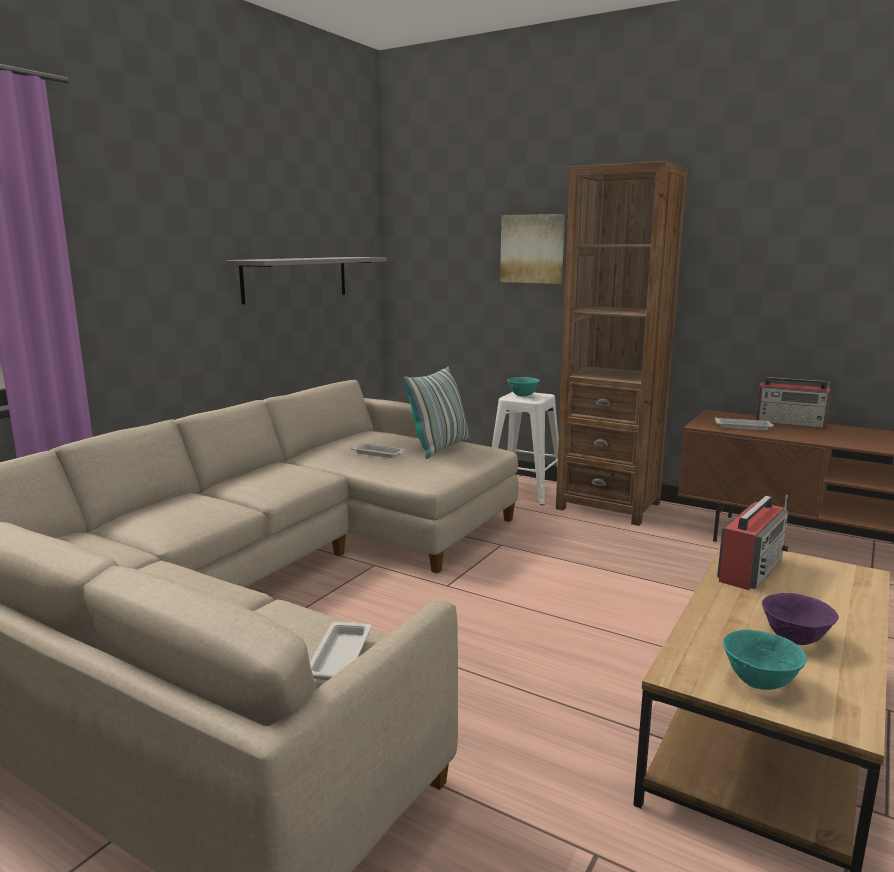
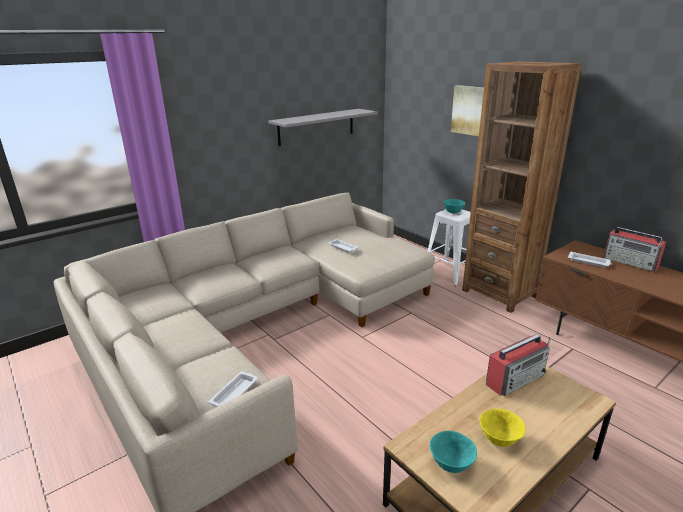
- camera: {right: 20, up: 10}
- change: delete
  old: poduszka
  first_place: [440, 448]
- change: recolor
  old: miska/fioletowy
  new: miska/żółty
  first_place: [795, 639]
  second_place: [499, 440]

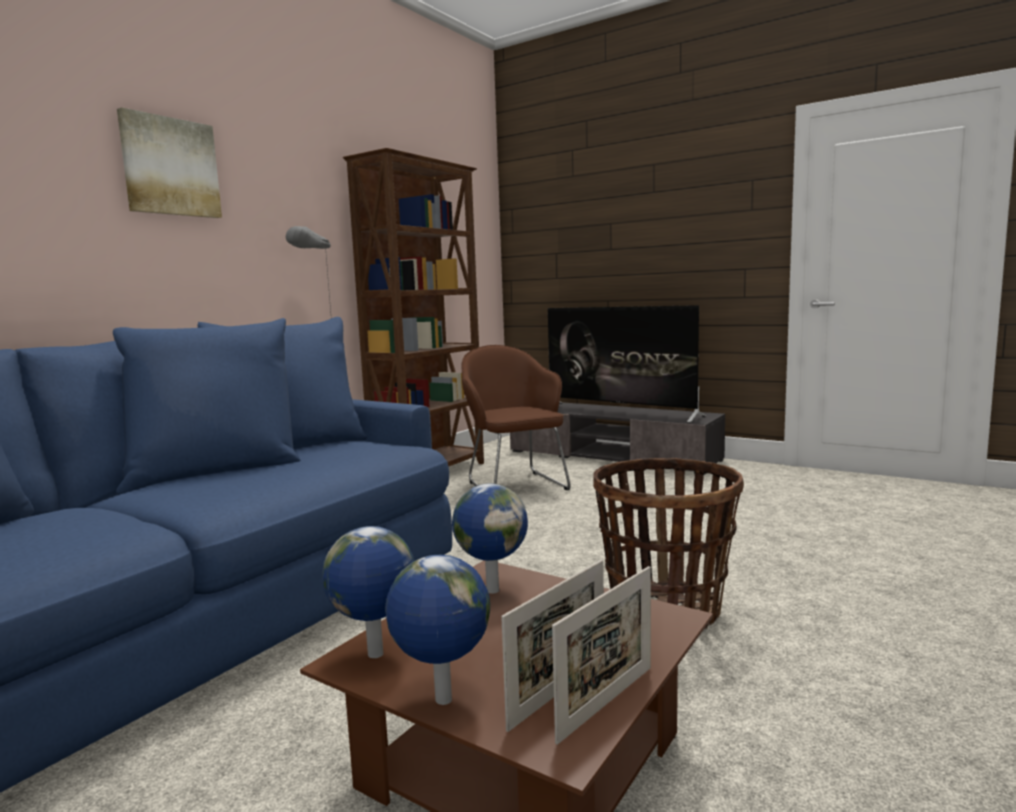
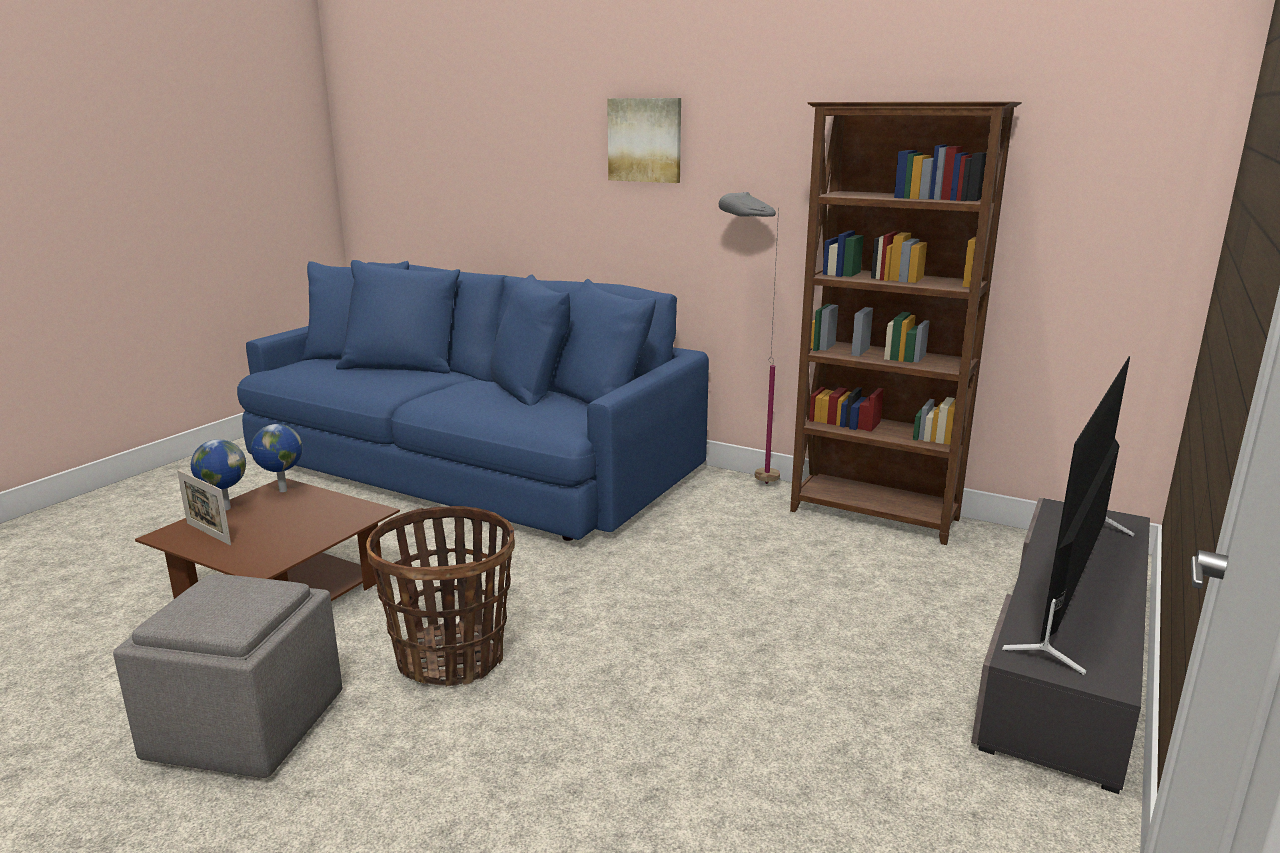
- camera: {right: 85, up: 10}
- change: delete
  old: fotel/brązowy
  first_place: [514, 484]
- change: delete
  old: globus
  first_place: [492, 590]
- change: delete
  old: ramka na zdjęcie
  first_place: [607, 702]
- change: insert
  new: pufa/szary
  second_place: [244, 728]

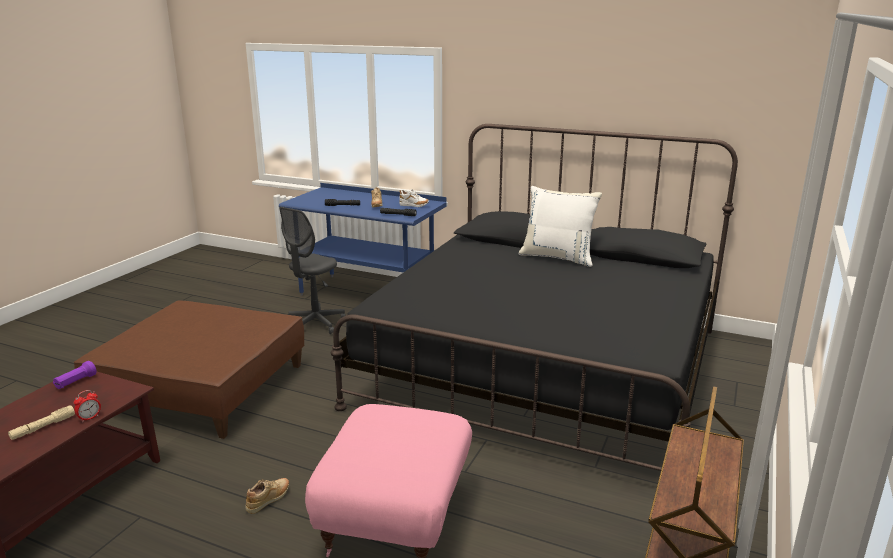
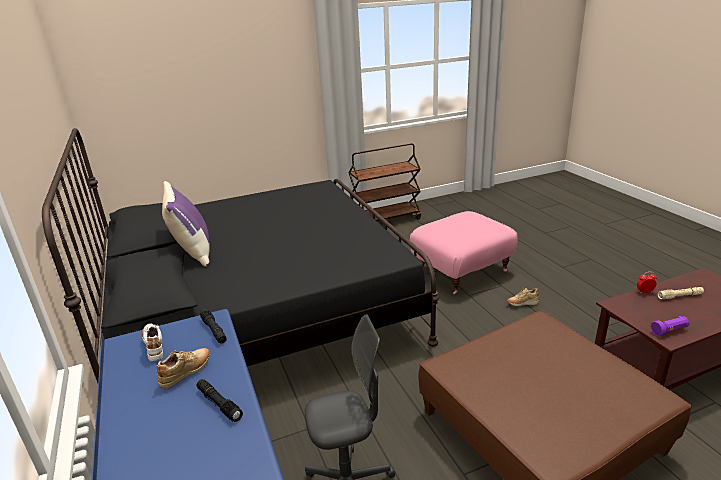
- camera: {right: -135, up: 5}
- change: recolor
  old: poduszka/biały
  new: poduszka/fioletowy
  first_place: [558, 257]
  second_place: [192, 252]

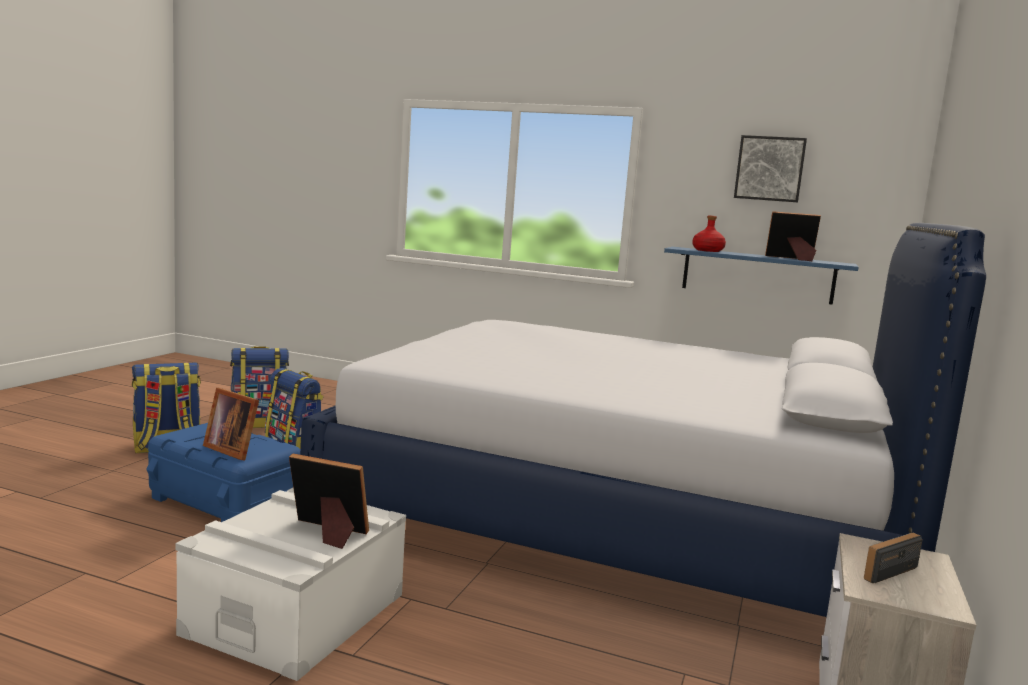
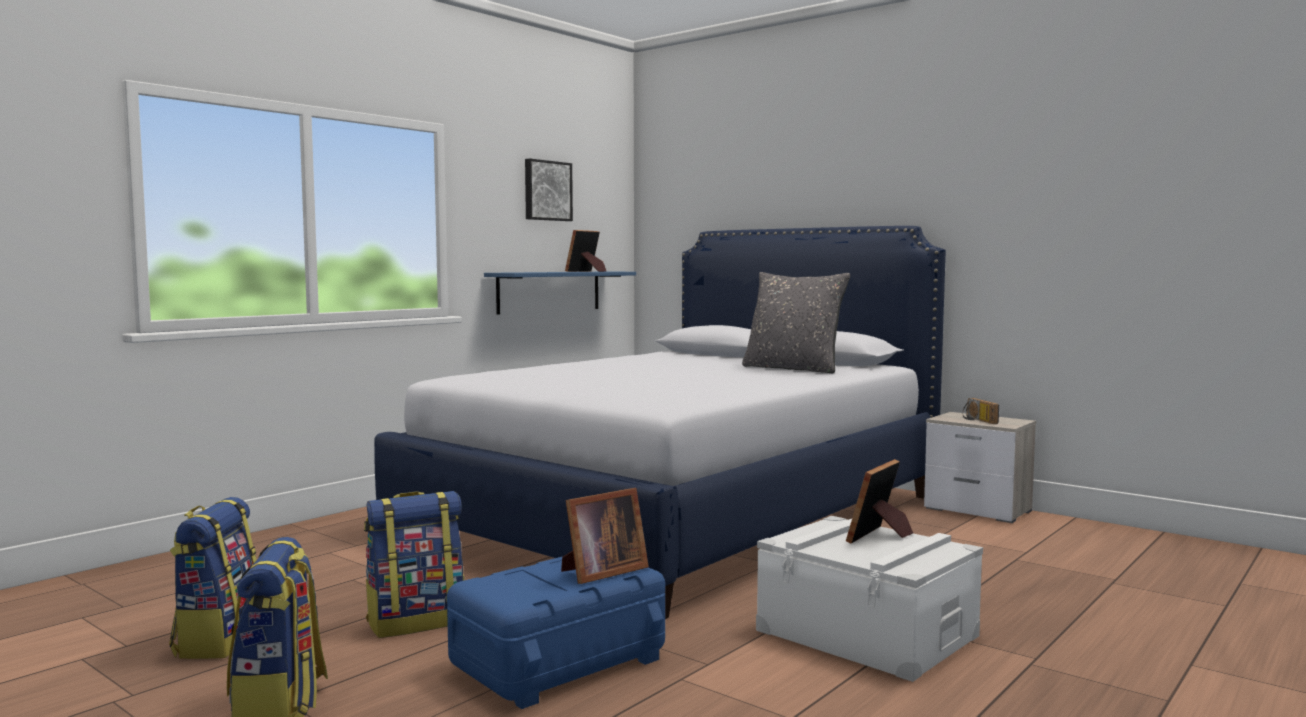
- camera: {right: -70, up: -5}
- change: delete
  old: butelka/czerwony
  first_place: [707, 250]
- change: insert
  new: poduszka/szary
  second_place: [793, 369]

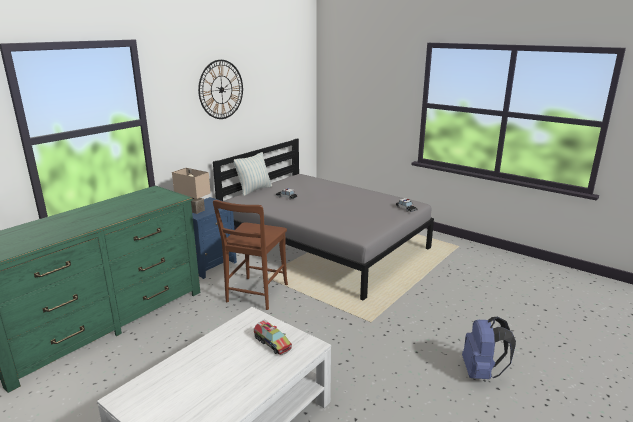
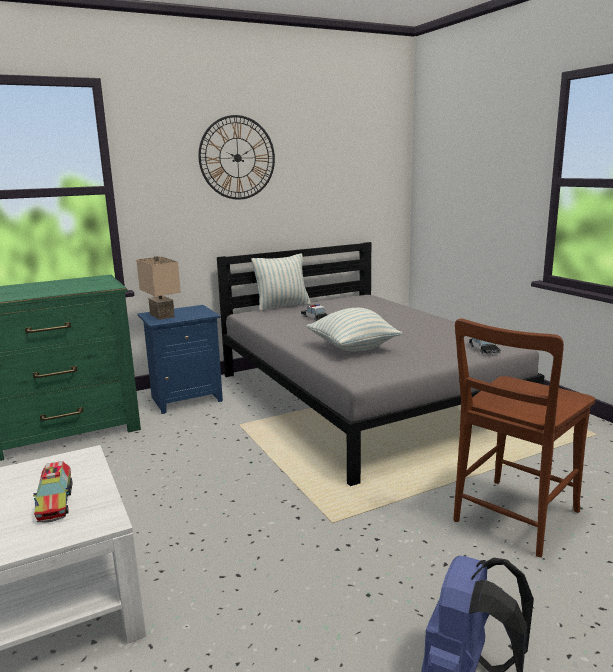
- camera: {right: 25, up: -5}
- change: move
  old: krzesło/brązowy
  first_place: [255, 295]
  second_place: [512, 519]
- change: insert
  new: poduszka
  second_place: [353, 349]

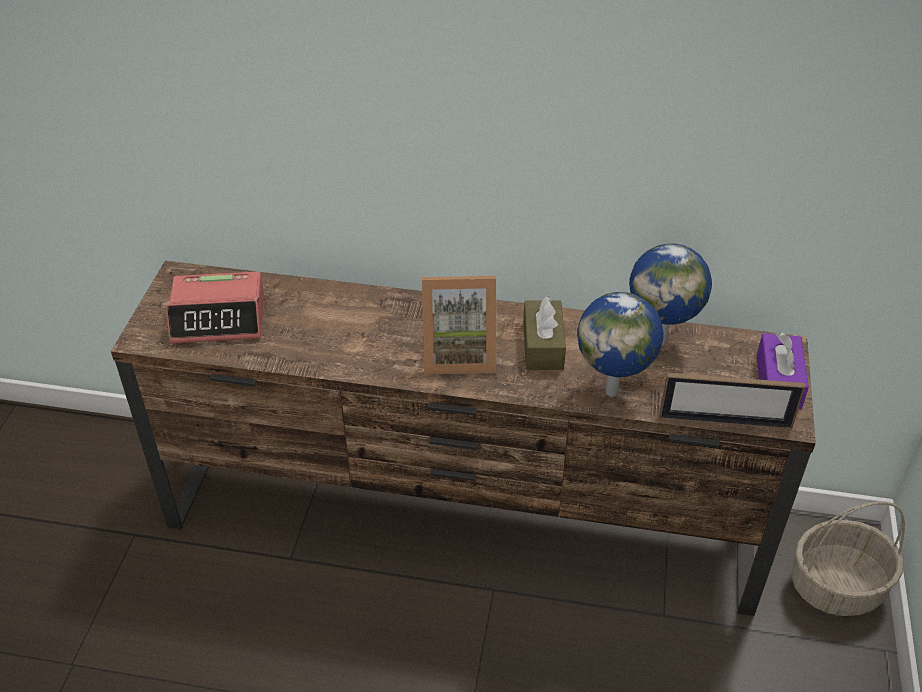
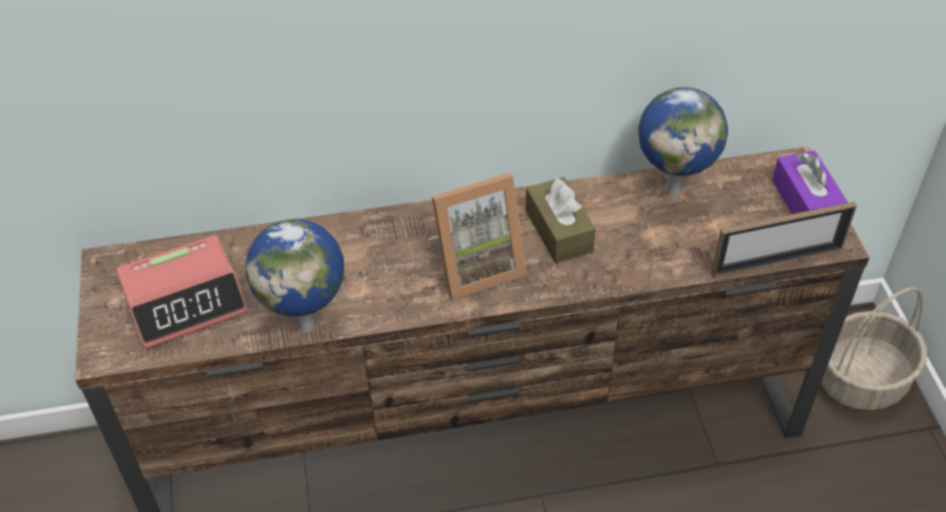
- camera: {right: -20, up: 5}
- change: move
  old: globus
  first_place: [613, 391]
  second_place: [308, 324]

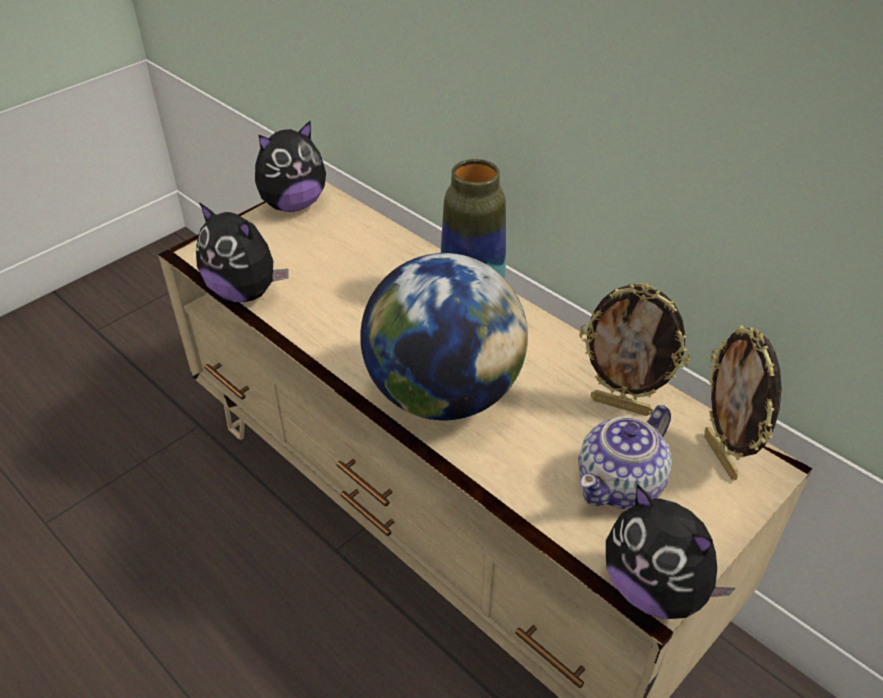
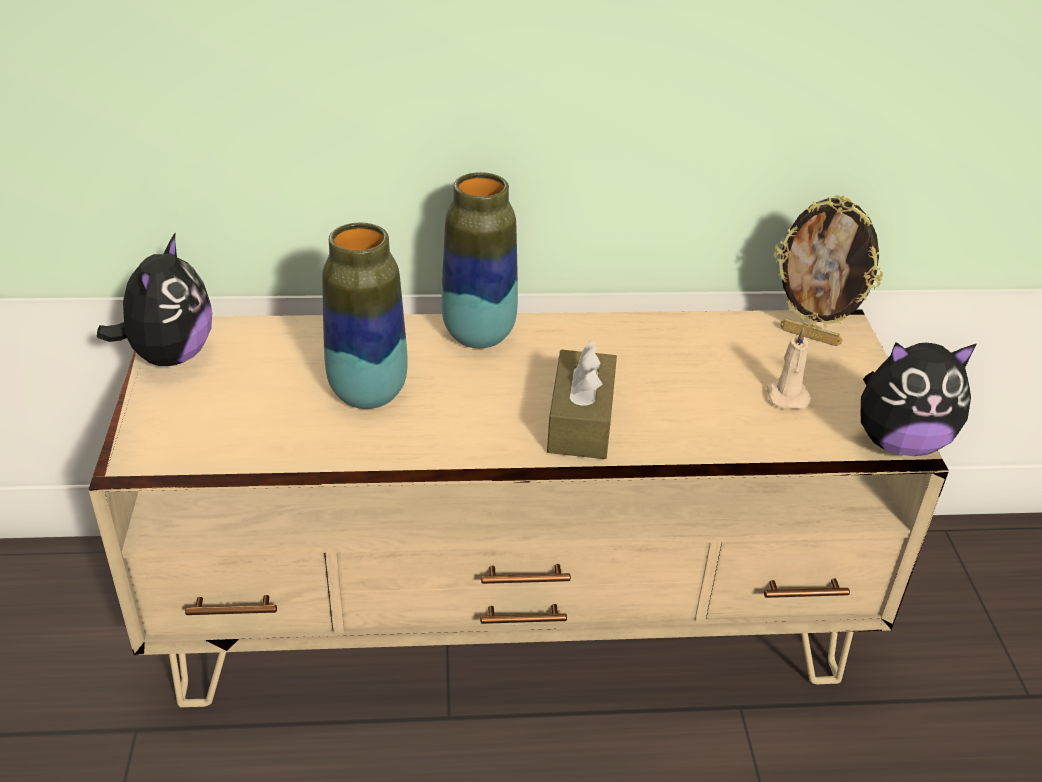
- camera: {right: -50, up: -5}
- change: delete
  old: pluszak
  first_place: [245, 292]
- change: replace
  old: globus
  new: pudełko chusteczek/brązowy
  first_place: [443, 394]
  second_place: [581, 421]
- change: delete
  old: ramka na zdjęcie
  first_place: [621, 405]
- change: replace
  old: imbryk
  new: świeca/beżowy
  first_place: [621, 484]
  second_place: [786, 395]
- change: insert
  new: wazon
  second_place: [368, 393]

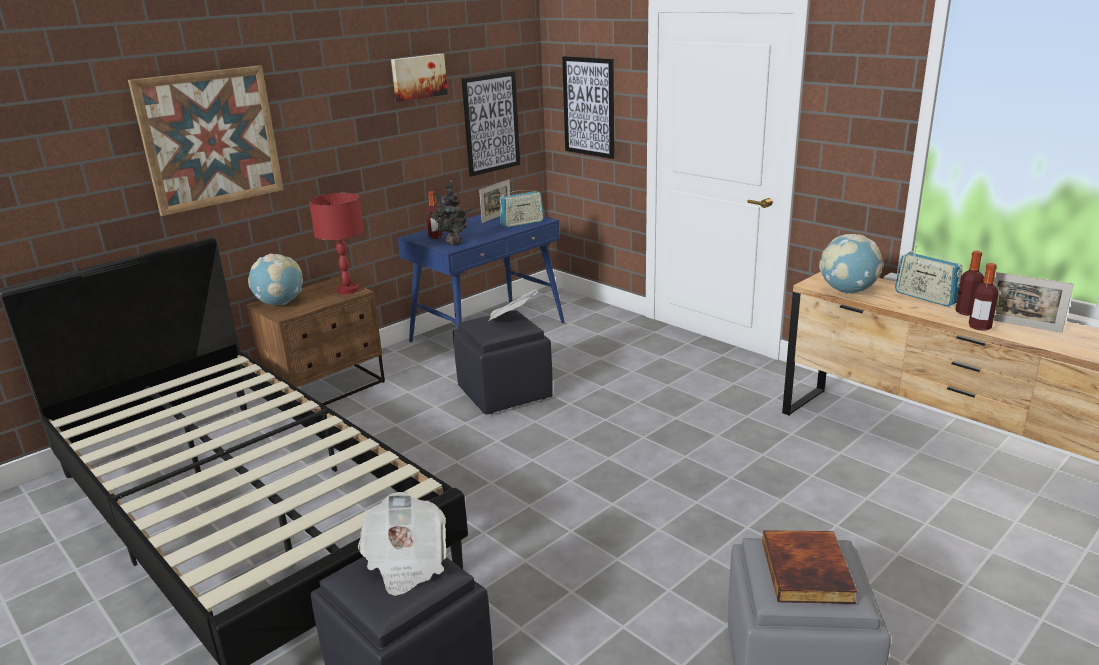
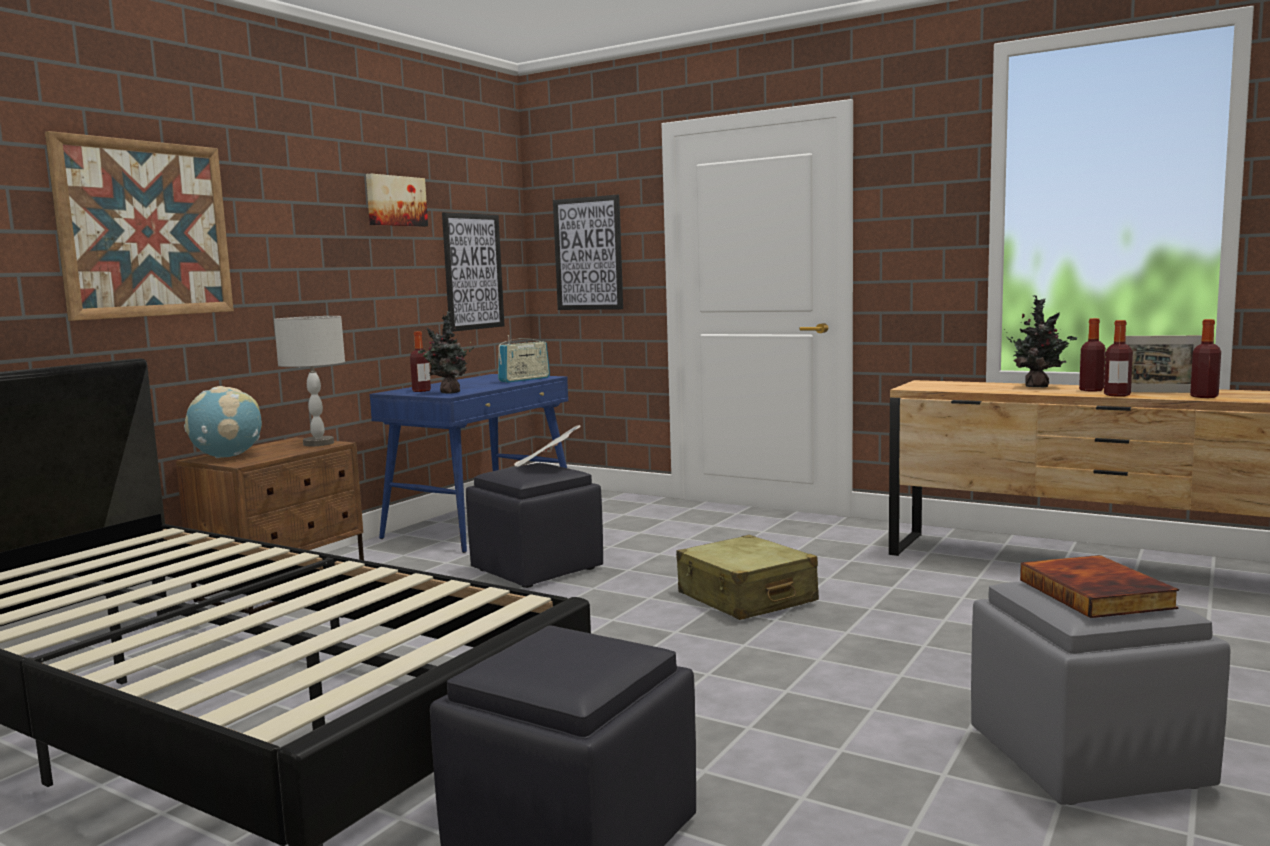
- camera: {right: -15, up: -15}
- change: delete
  old: ramka na zdjęcie
  first_place: [497, 217]
- change: recolor
  old: lampa stołowa/czerwony
  new: lampa stołowa/szary
  first_place: [347, 290]
  second_place: [318, 443]
- change: delete
  old: globus
  first_place: [848, 291]
- change: replace
  old: radio
  new: roślina doniczkowa
  first_place: [925, 297]
  second_place: [1038, 386]
- change: delete
  old: gazeta
  first_place: [406, 563]
- change: insert
  new: butelka
  second_place: [1204, 396]
- change: insert
  new: walizka/beżowy
  second_place: [746, 598]

